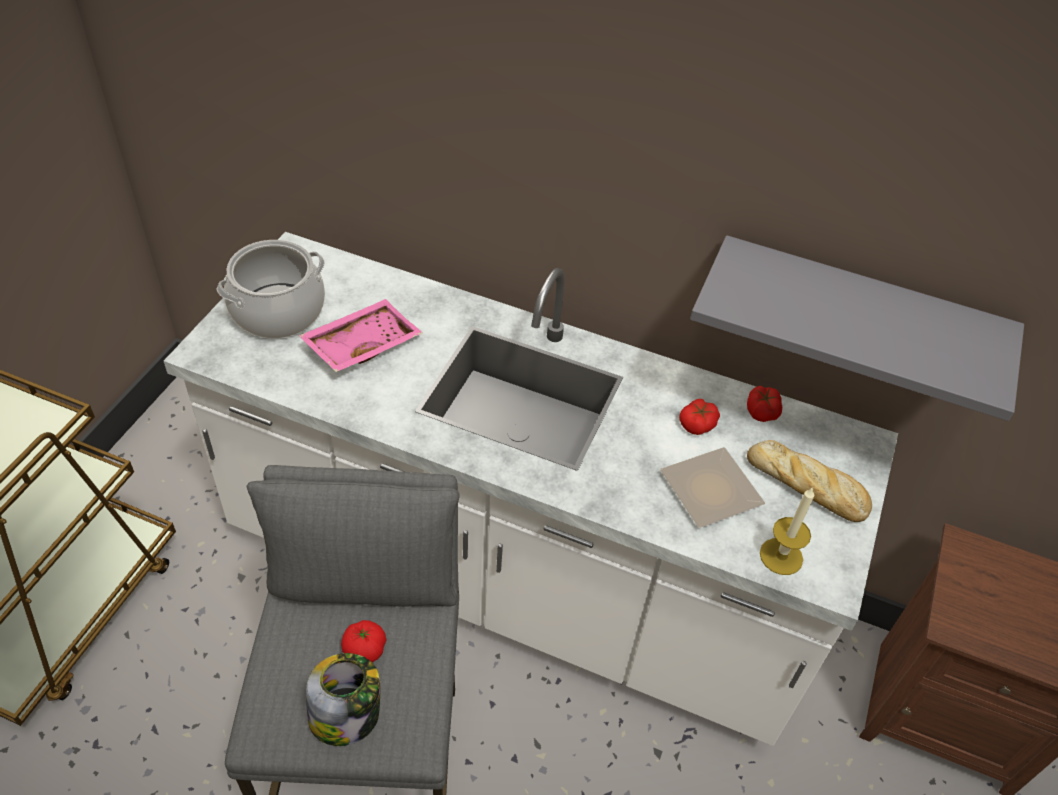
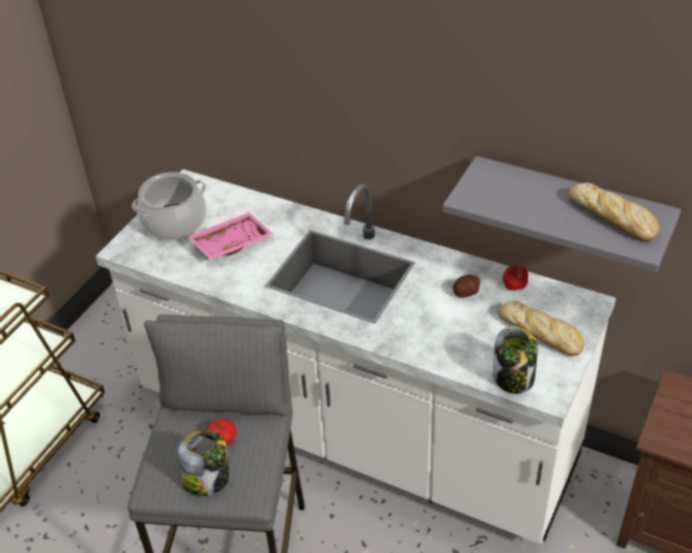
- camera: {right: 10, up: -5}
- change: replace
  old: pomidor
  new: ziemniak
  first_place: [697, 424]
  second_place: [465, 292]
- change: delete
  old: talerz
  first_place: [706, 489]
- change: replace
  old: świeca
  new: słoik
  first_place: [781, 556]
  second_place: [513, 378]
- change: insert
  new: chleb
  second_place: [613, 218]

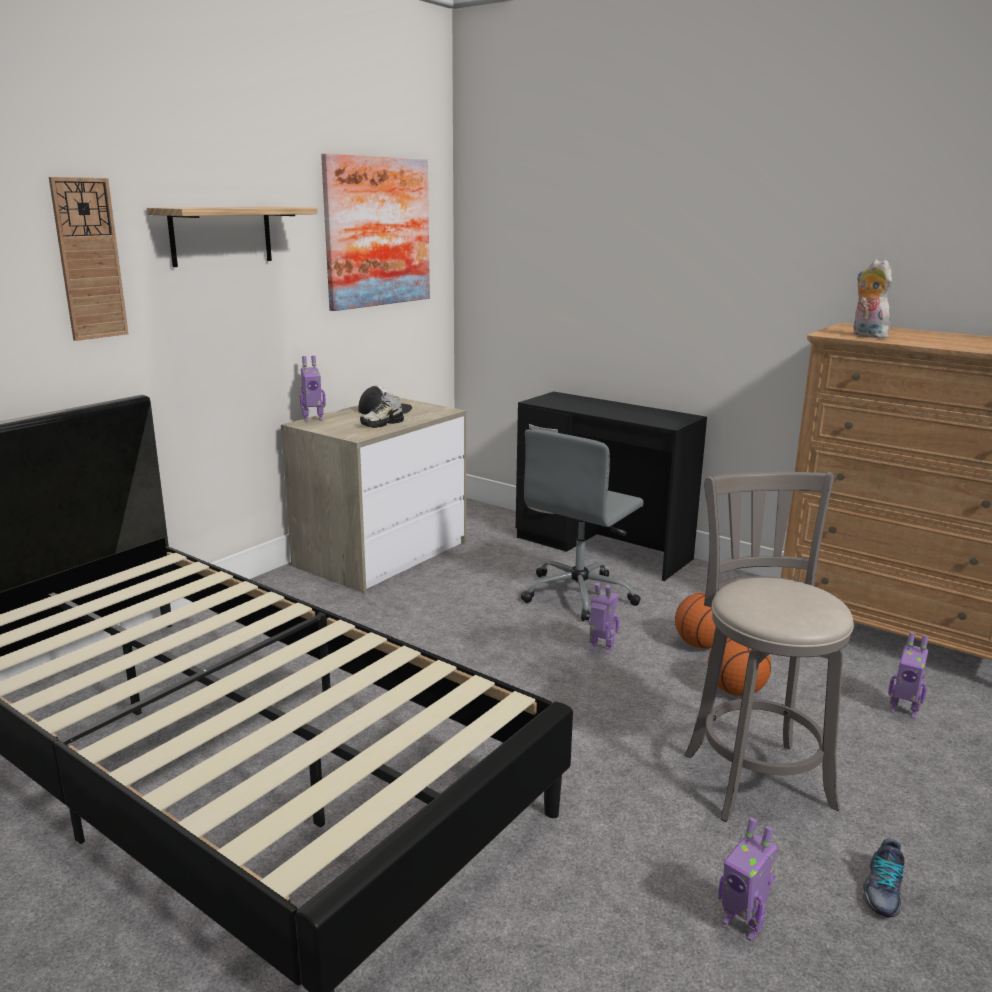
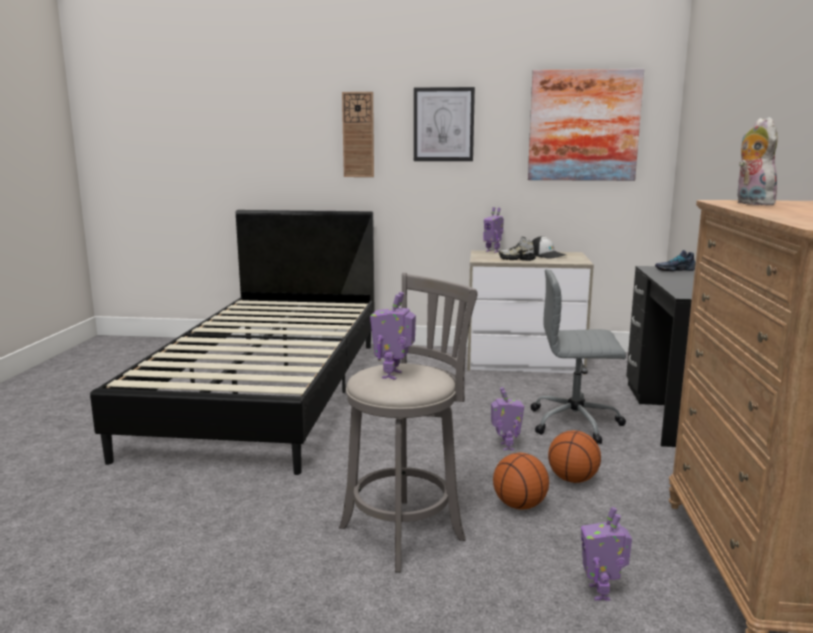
- camera: {right: 60, up: -5}
- change: replace
  old: półka
  new: obraz
  first_place: [221, 235]
  second_place: [443, 124]
- change: rotate
  old: pluszak
  first_place: [866, 335]
  second_place: [751, 204]
  degrees: -45
- change: move
  old: robot zabawkowy
  first_place: [743, 924]
  second_place: [393, 375]
- change: move
  old: but
  first_place: [882, 890]
  second_place: [674, 270]

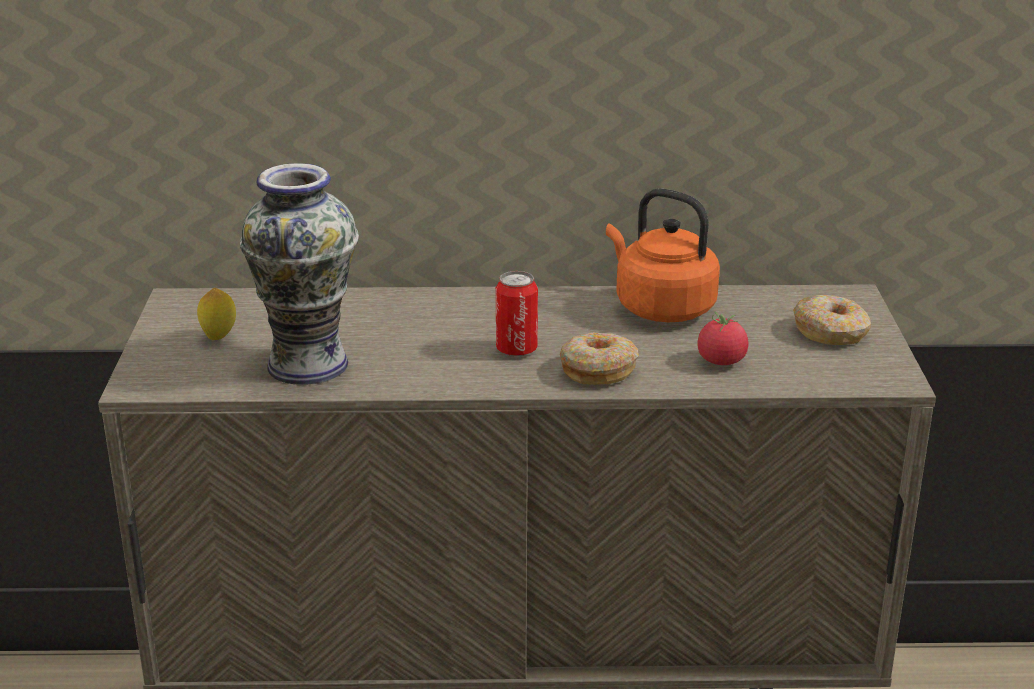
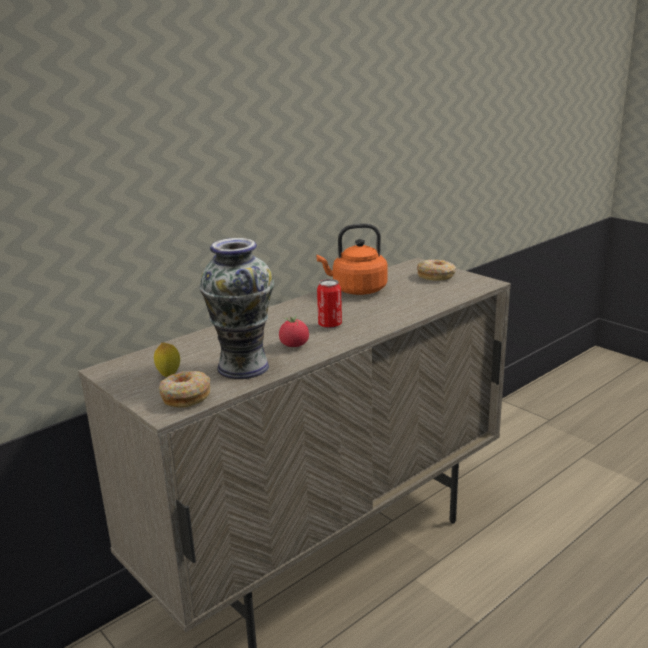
- camera: {right: -40, up: -5}
- change: move
  old: pomidor
  first_place: [721, 361]
  second_place: [294, 345]
- change: move
  old: donut
  first_place: [598, 370]
  second_place: [185, 396]

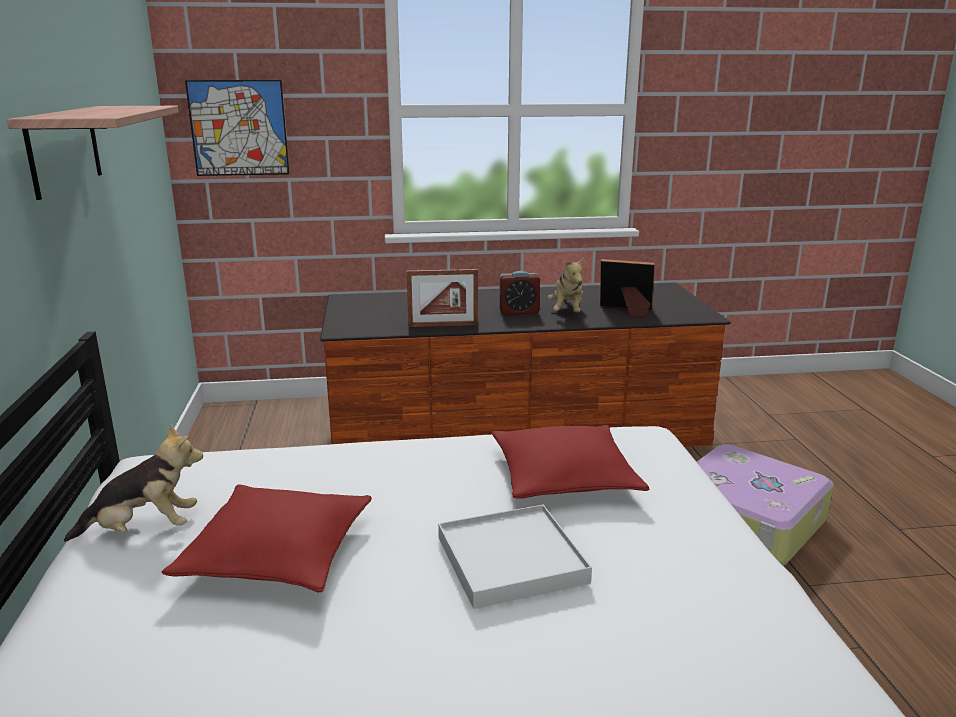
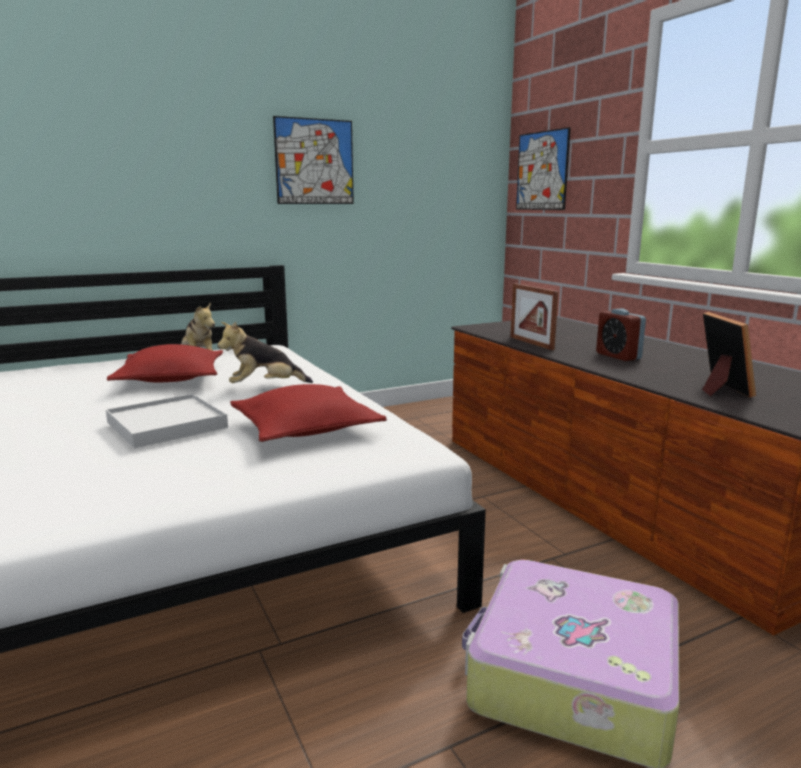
- camera: {right: 70, up: -5}
- change: replace
  old: półka
  new: obraz
  first_place: [64, 149]
  second_place: [314, 162]
- change: move
  old: pluszak
  first_place: [567, 312]
  second_place: [265, 387]

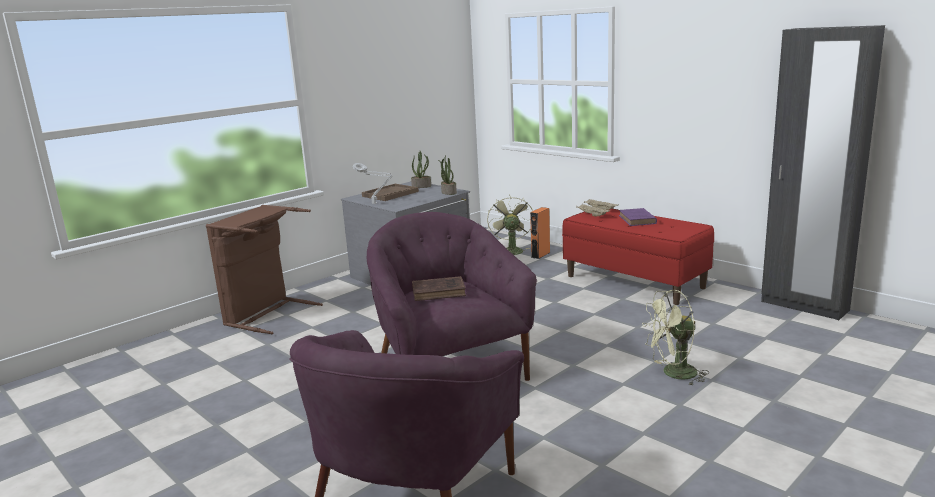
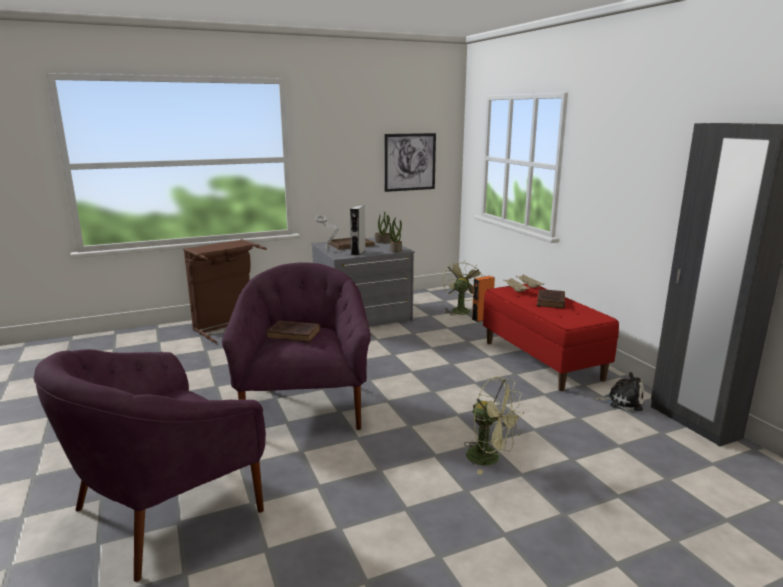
- camera: {right: 20, up: 0}
- change: recolor
  old: książka/fioletowy
  new: książka/brązowy
  first_place: [637, 220]
  second_place: [551, 301]
- change: rotate
  old: wentylator/zielony
  first_place: [673, 374]
  second_place: [490, 458]
  degrees: -150
- change: insert
  new: obraz
  second_place: [410, 162]
- change: insert
  new: głośnik/szary
  second_place: [358, 252]
- change: insert
  new: pluszak
  second_place: [622, 401]

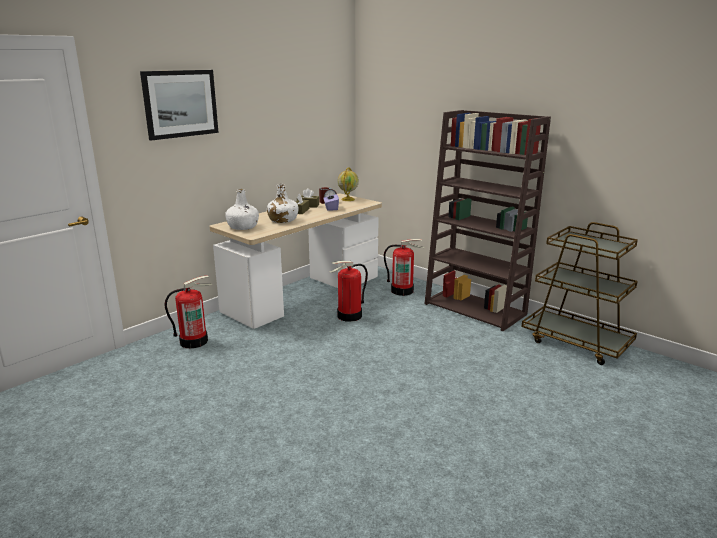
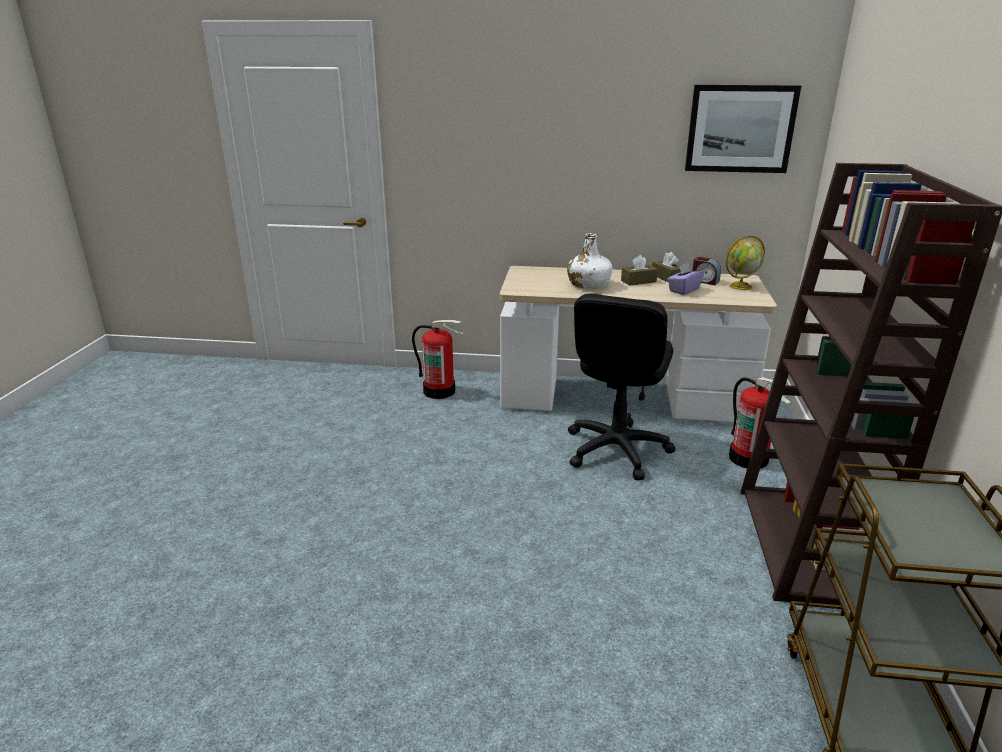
- camera: {right: 55, up: 5}
- change: move
  old: obraz
  first_place: [180, 103]
  second_place: [740, 129]
- change: delete
  old: butelka/biały
  first_place: [243, 227]
- change: replace
  old: gaśnica
  new: krzesło biurowe/czarny
  first_place: [349, 316]
  second_place: [616, 450]

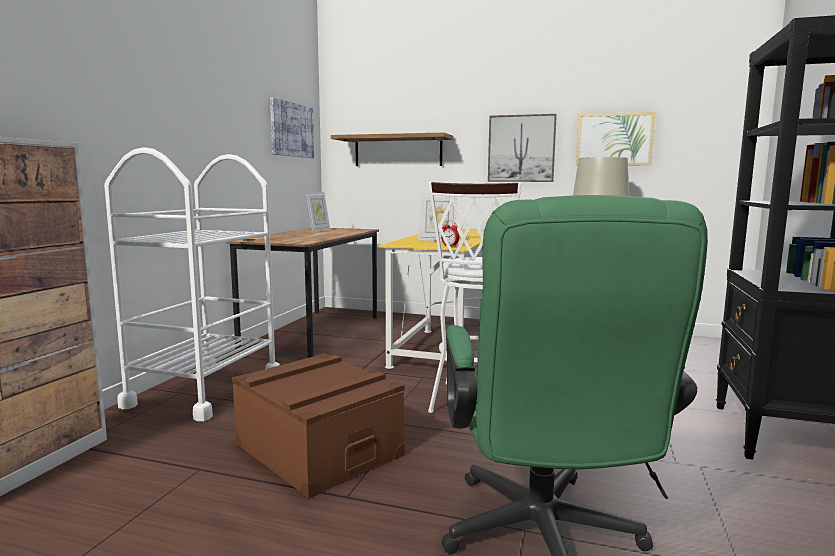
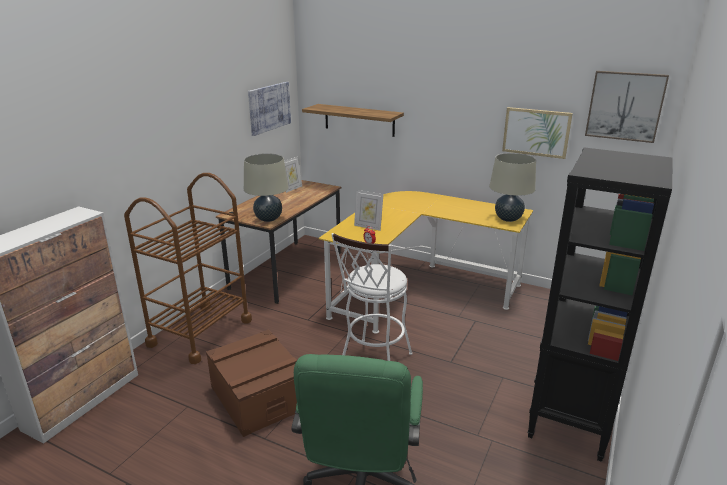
- camera: {right: 10, up: 15}
- change: move
  old: obraz
  first_place: [521, 148]
  second_place: [625, 106]
- change: recolor
  old: wózek/biały
  new: wózek/brązowy
  first_place: [205, 390]
  second_place: [200, 332]
- change: insert
  new: lampa stołowa/beżowy
  second_place: [268, 219]

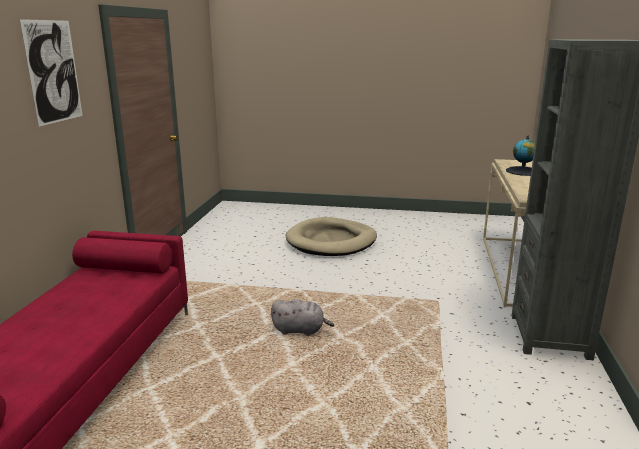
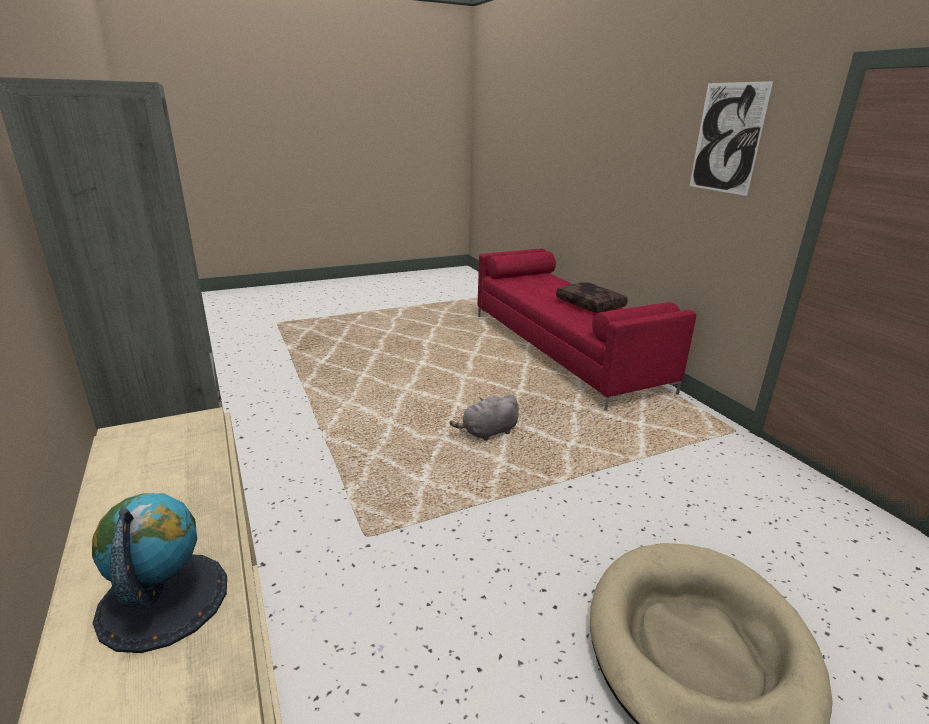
- camera: {right: 145, up: 5}
- change: insert
  new: poduszka/brązowy
  second_place: [591, 305]

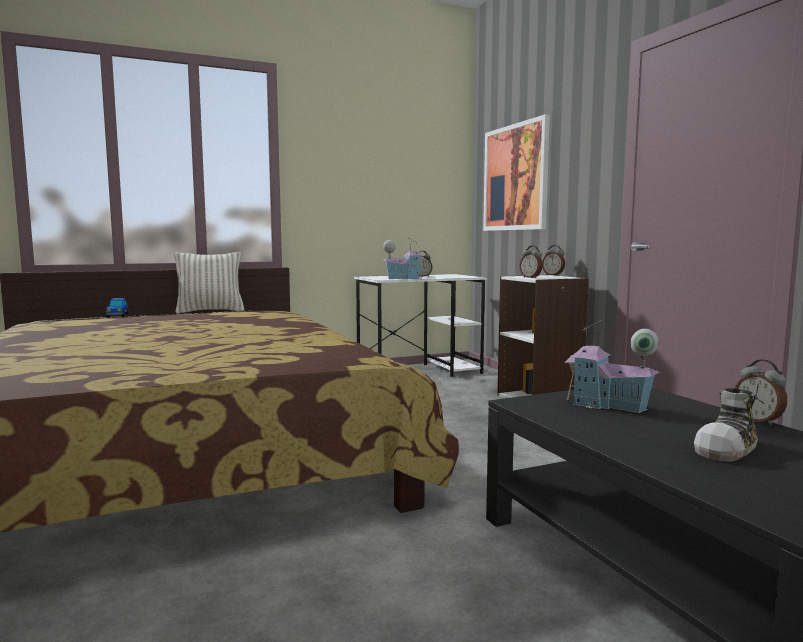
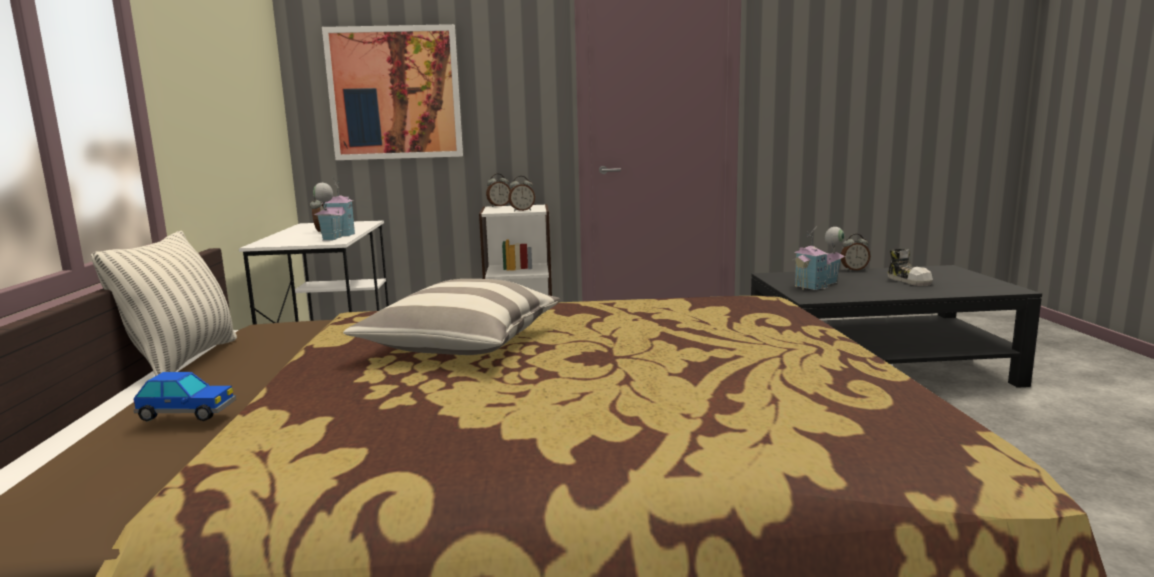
- camera: {right: -70, up: 5}
- change: insert
  new: poduszka
  second_place: [461, 344]

